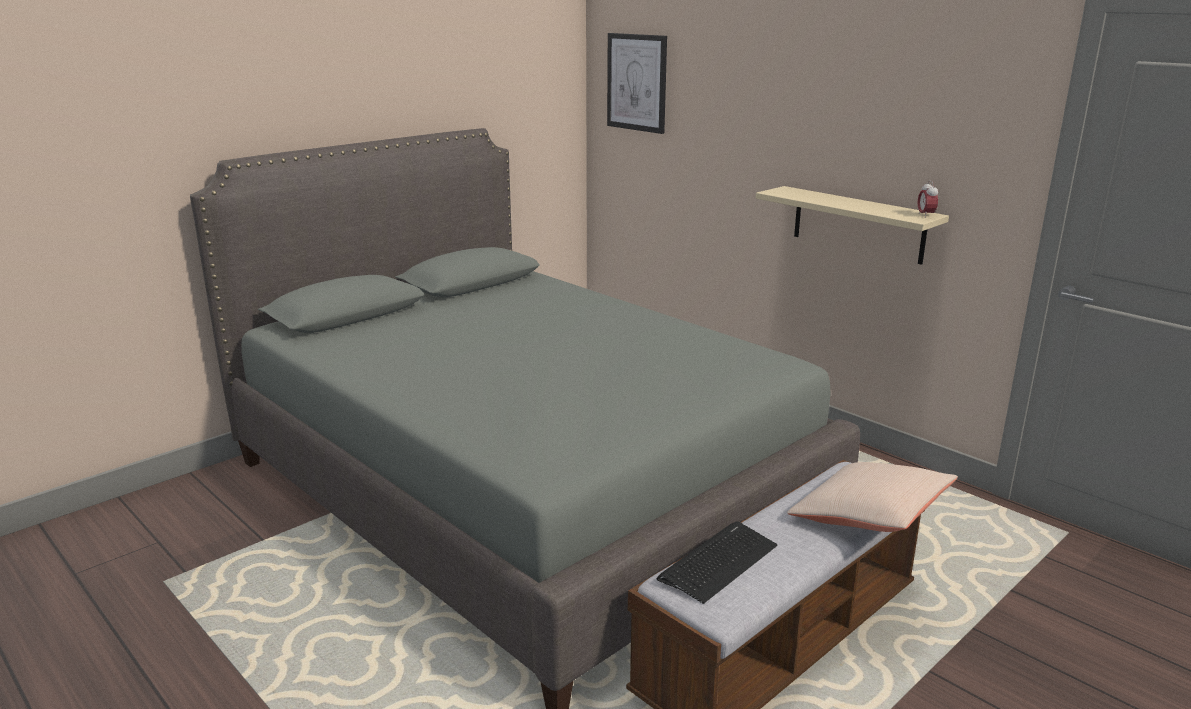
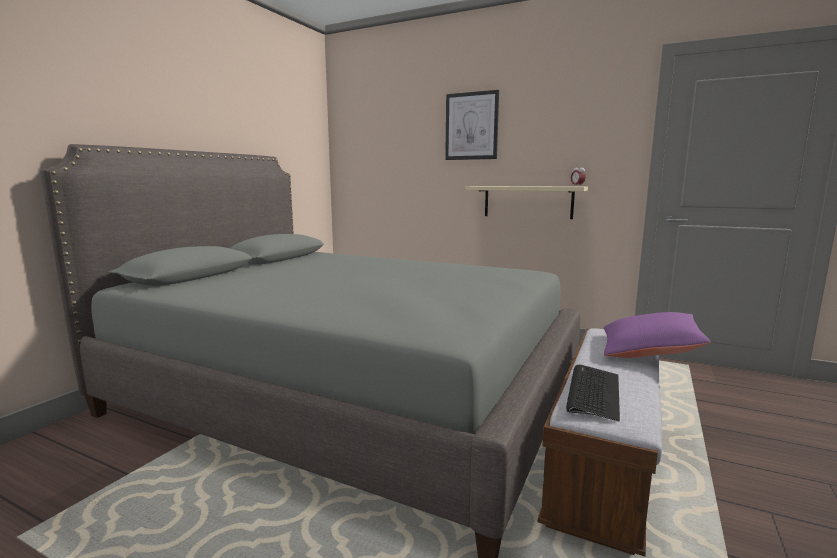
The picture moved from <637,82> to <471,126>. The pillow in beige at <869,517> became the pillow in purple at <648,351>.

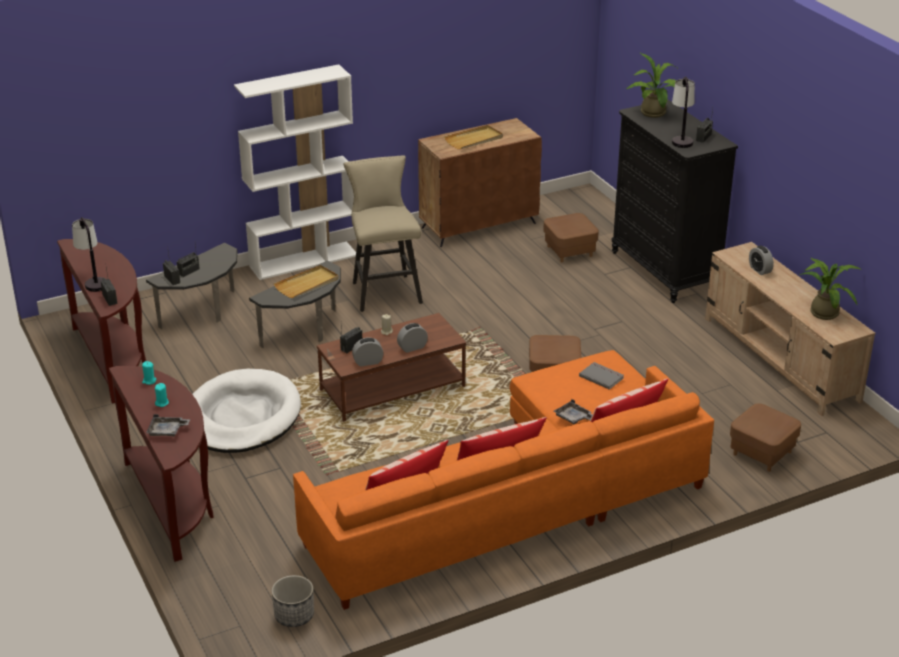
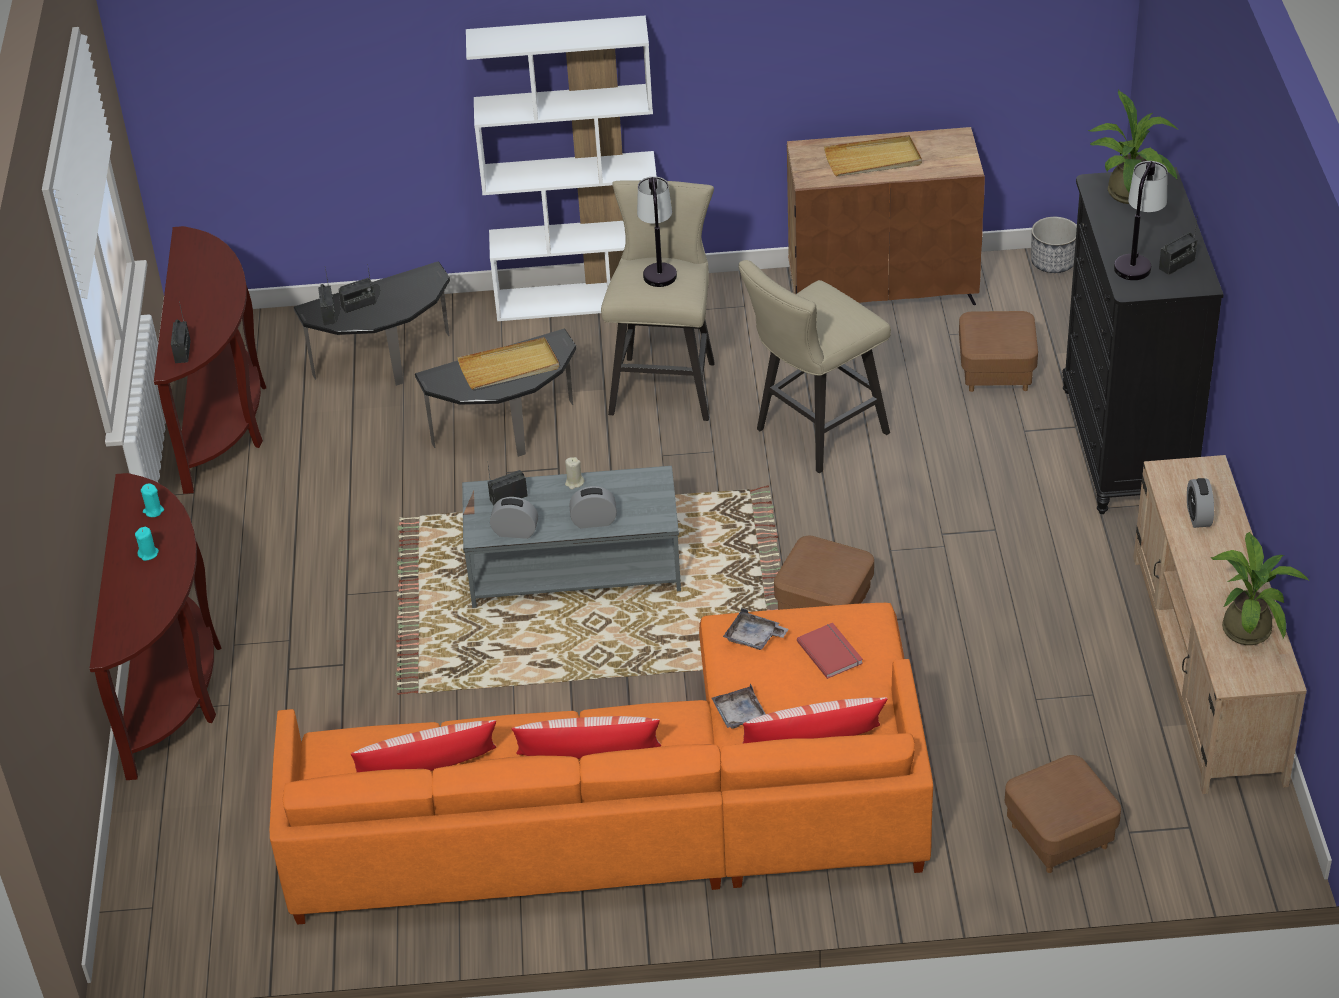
The coffee table in brown at <392,389> became the coffee table in grey at <574,568>. The table lamp moved from <93,280> to <658,266>. The tray in grey moved from <167,431> to <754,638>. The stool in beige at <814,434> appeared. The book in grey at <602,376> became the book in red at <831,651>. The planter moved from <294,615> to <1053,262>. The dog bed in white at <242,417> disappeared.

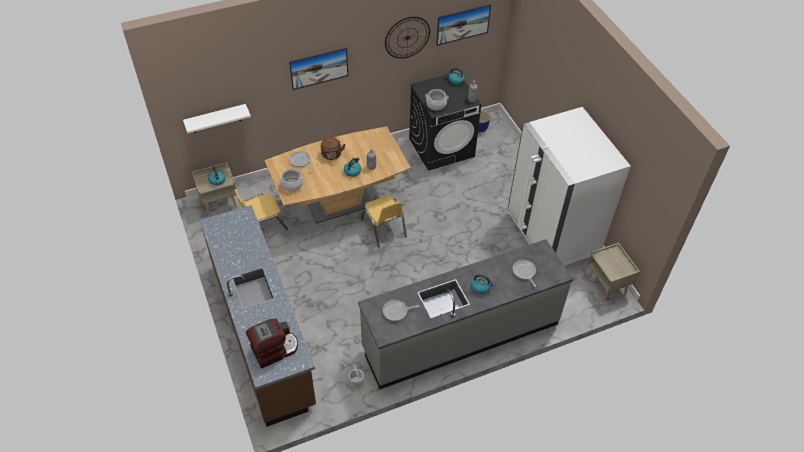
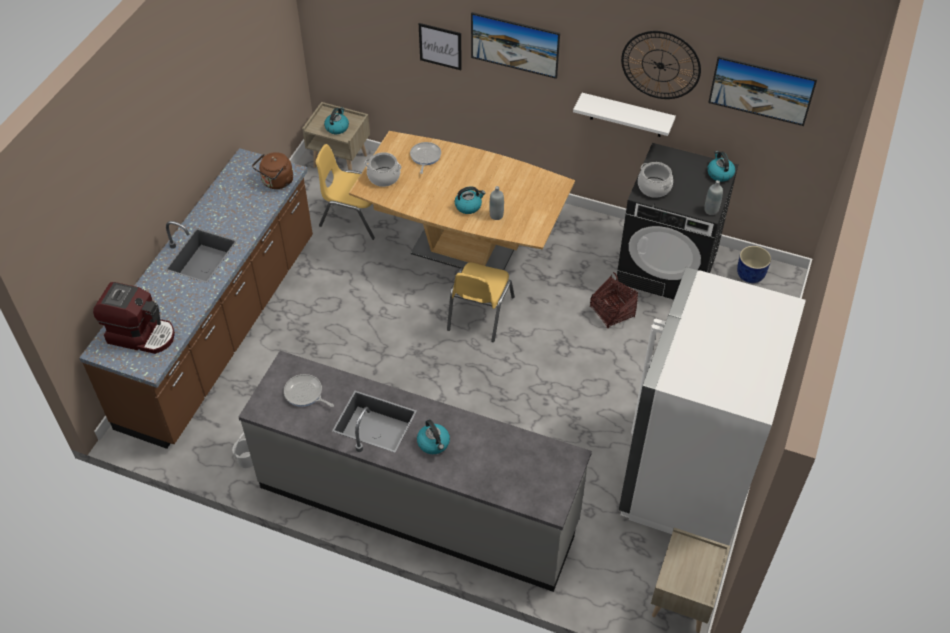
The kettle in brown moved from <331,155> to <276,182>. The picture at <440,46> appeared. The shelf in white moved from <216,119> to <626,115>. The basket at <612,312> appeared. The frying pan at <524,272> disappeared.

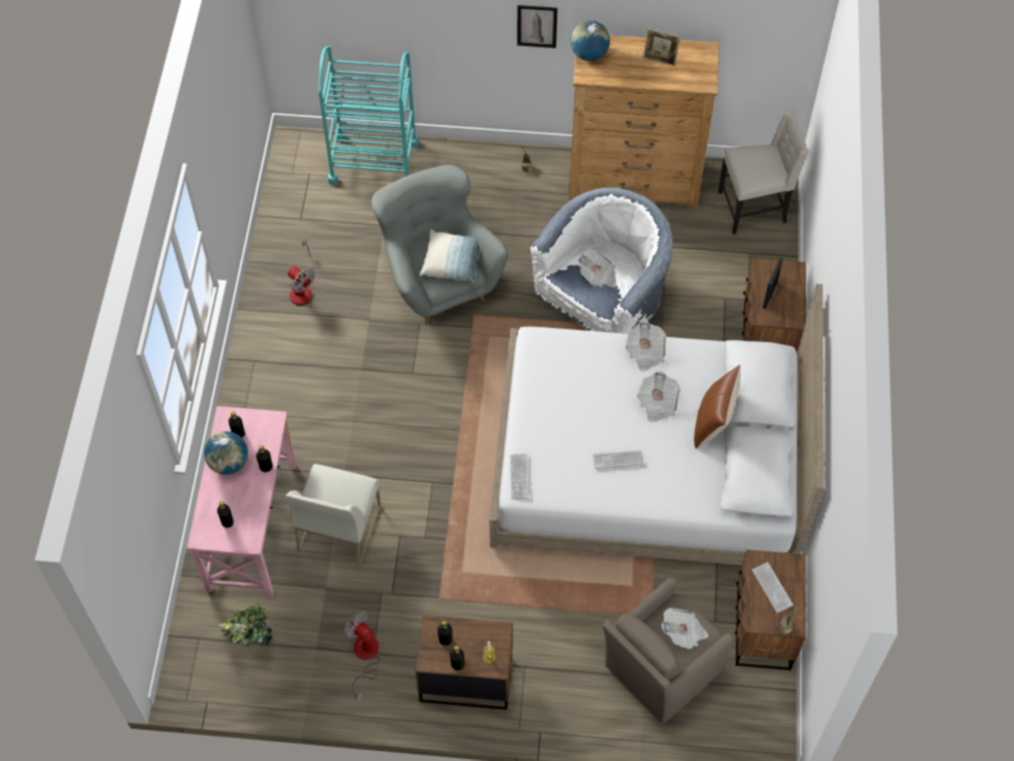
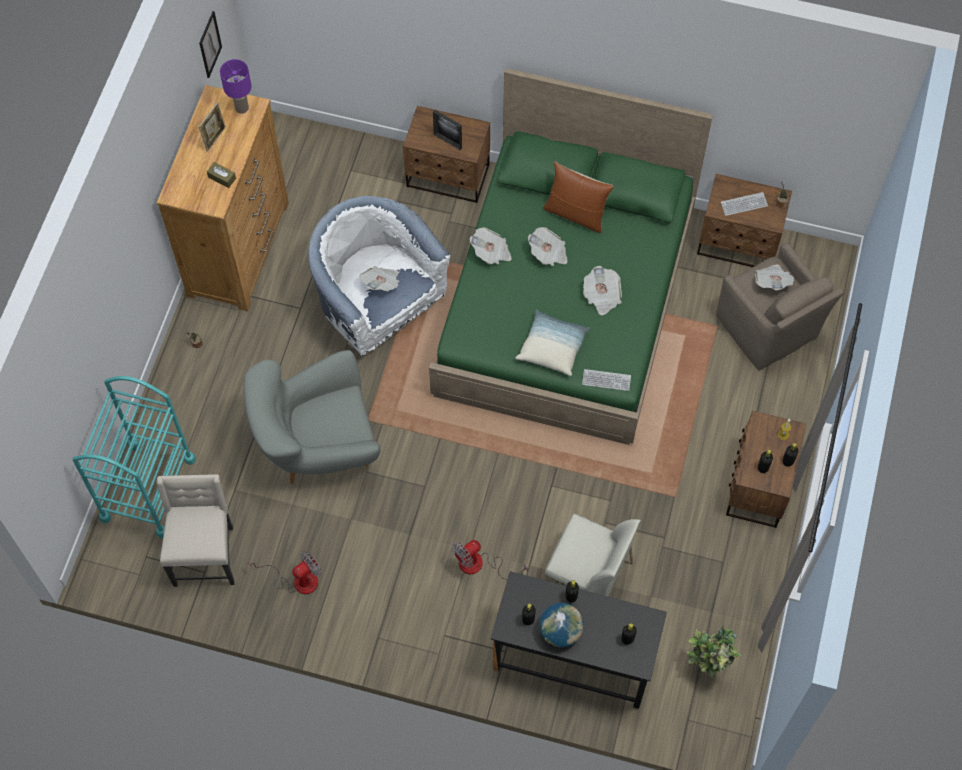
The chair in beige moved from <754,208> to <205,555>. The picture moved from <537,26> to <210,44>. The tissue box in brown at <222,178> appeared. The table lamp in purple at <242,107> appeared. The bed in white at <646,466> became the bed in green at <566,301>. The fan moved from <365,657> to <480,565>. The desk in pink at <251,526> became the desk in black at <573,658>. The pillow moved from <452,262> to <552,348>. The keyboard at <618,460> was replaced by the newspaper at <602,296>. The globe at <589,54> disappeared.

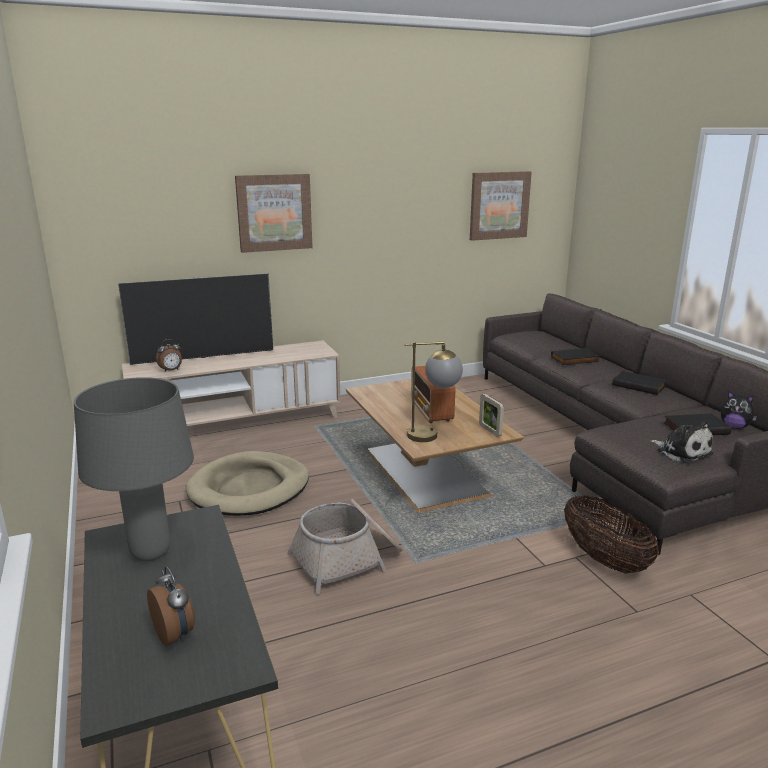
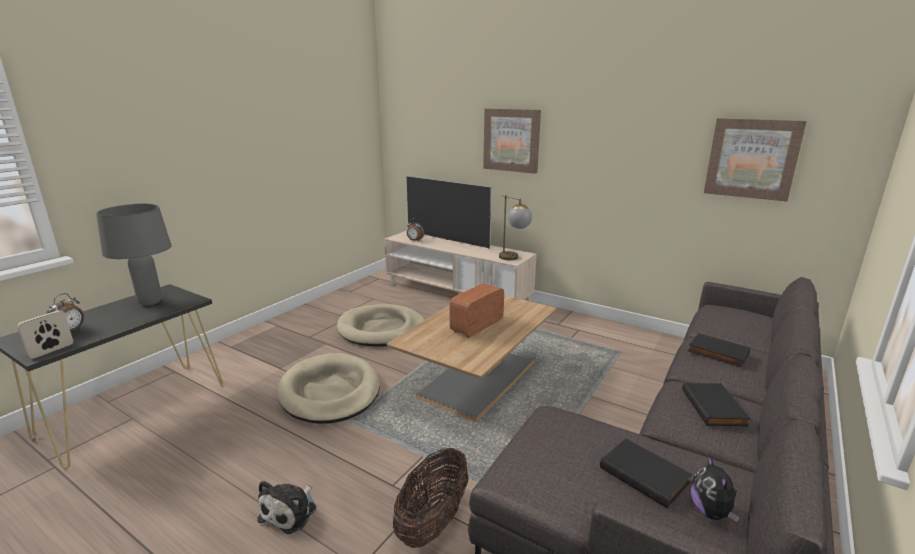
The picture frame moved from <490,430> to <51,351>. The plush toy moved from <681,452> to <290,512>. The basket at <348,559> was replaced by the dog bed in beige at <330,392>. The table lamp moved from <433,434> to <514,259>.

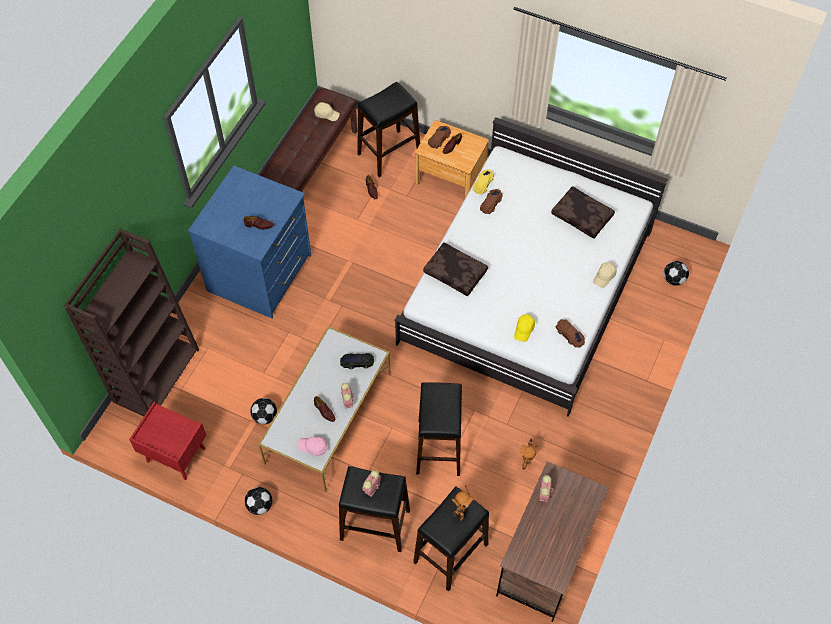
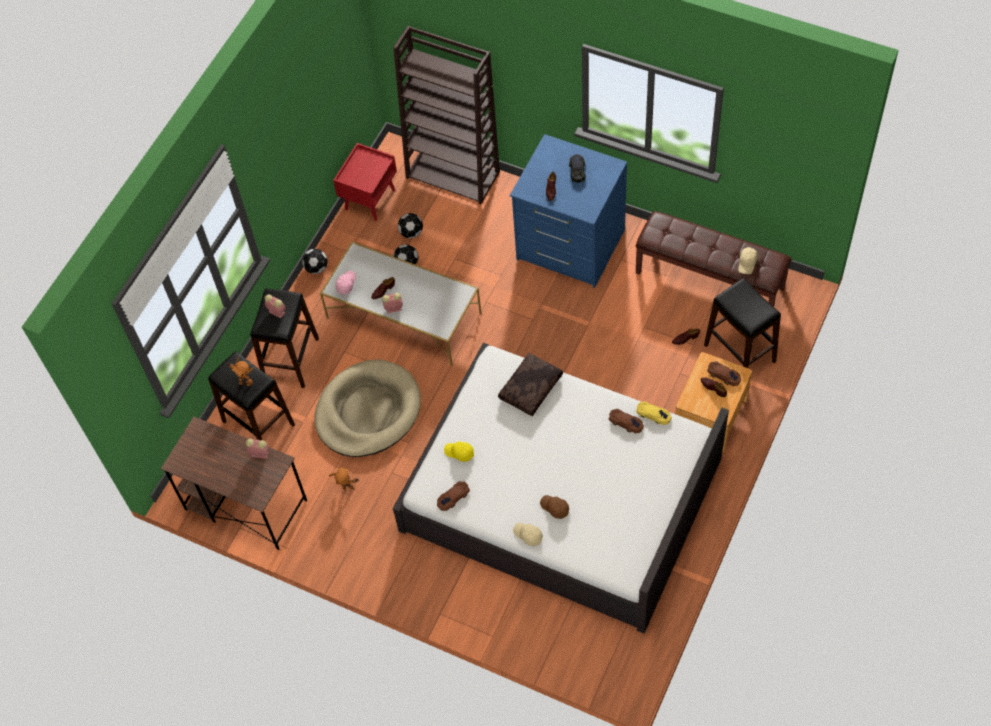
The stool in black at <439,447> was replaced by the dog bed in beige at <368,411>. The football moved from <673,279> to <411,232>. The cap in brown at <555,508> appeared. The toy car in black moved from <357,362> to <577,170>. The pillow in brown at <582,216> disappeared.

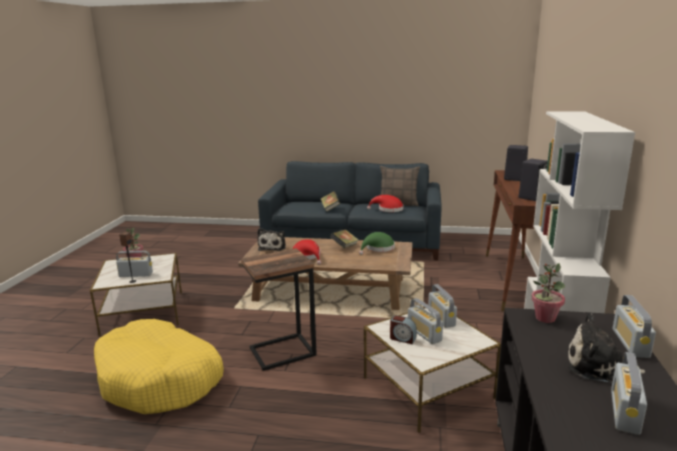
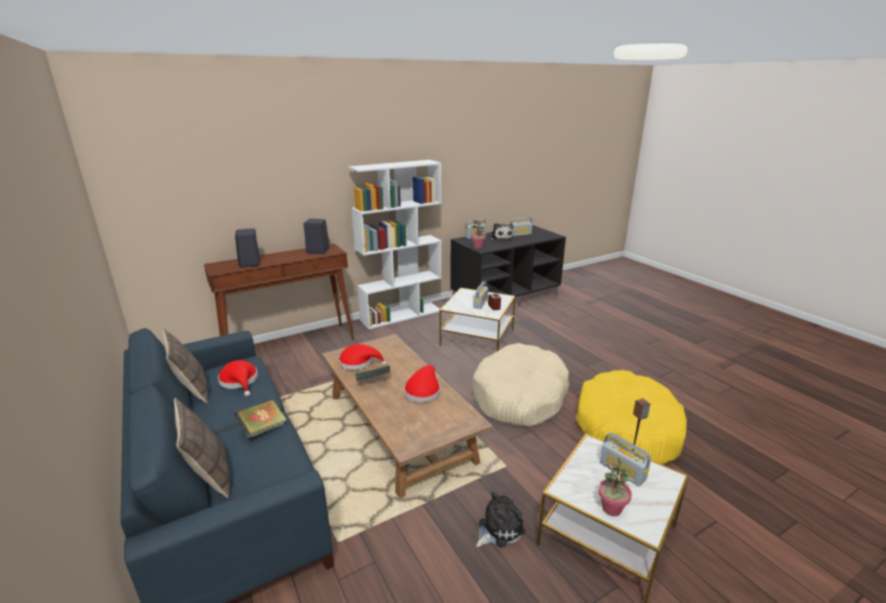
The pillow at <210,476> appeared. The hat in green at <378,248> became the hat in red at <358,362>. The side table at <283,352> was replaced by the dog bed in beige at <519,396>. The plush toy moved from <273,247> to <498,529>. The radio at <441,318> disappeared.

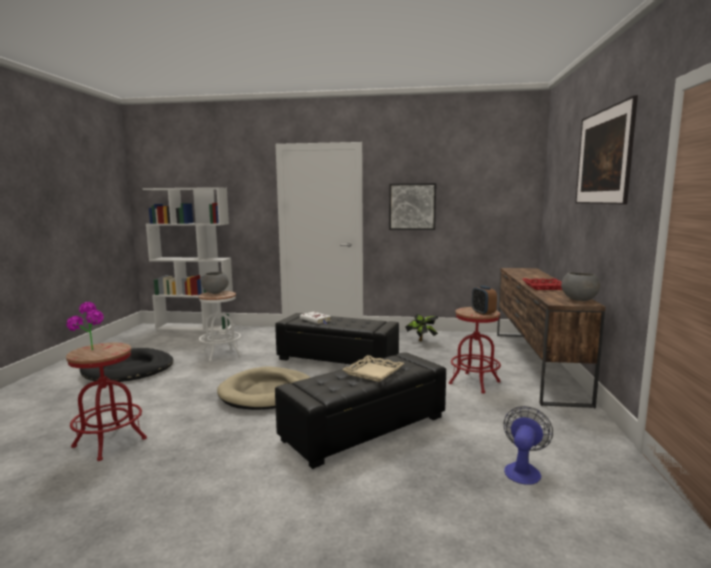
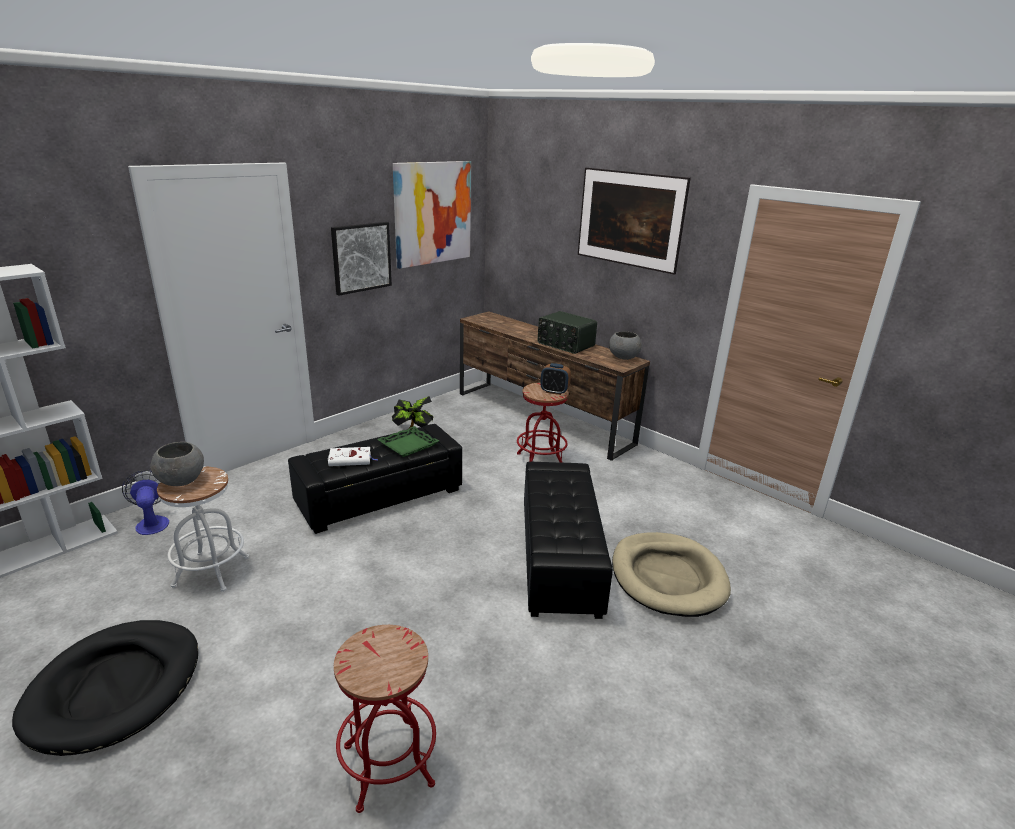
The fan moved from <523,470> to <152,522>. The tray in green at <408,445> appeared. The picture at <433,213> appeared. The tray in red at <545,287> was replaced by the radio at <565,345>. The dog bed in beige moved from <266,392> to <668,577>. The potted plant at <90,351> disappeared. The tray in beige at <374,372> disappeared.

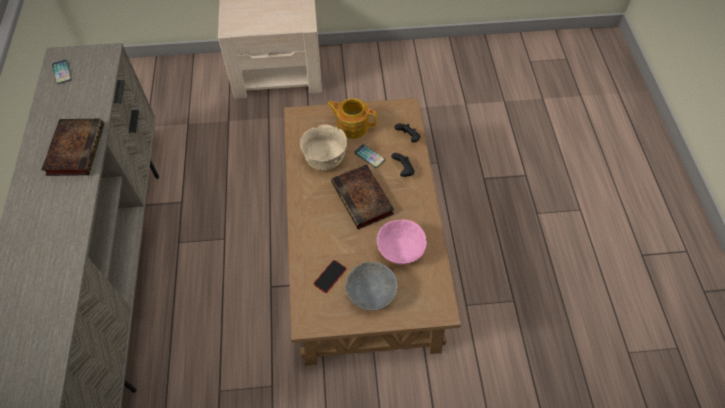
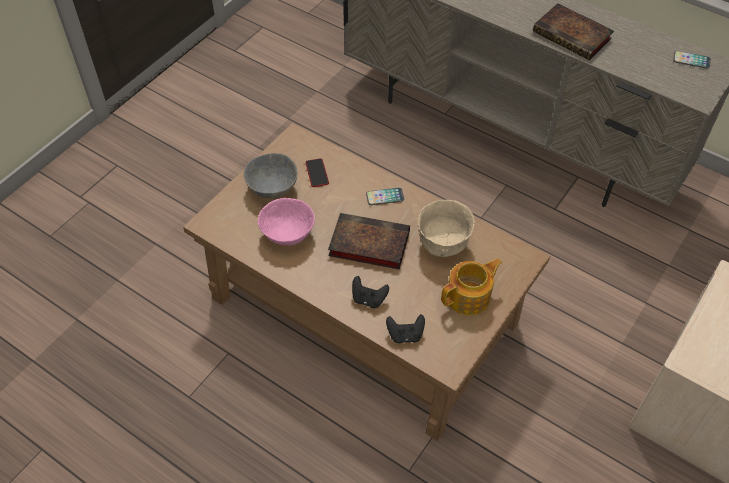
The phone moved from <369,156> to <385,197>.

